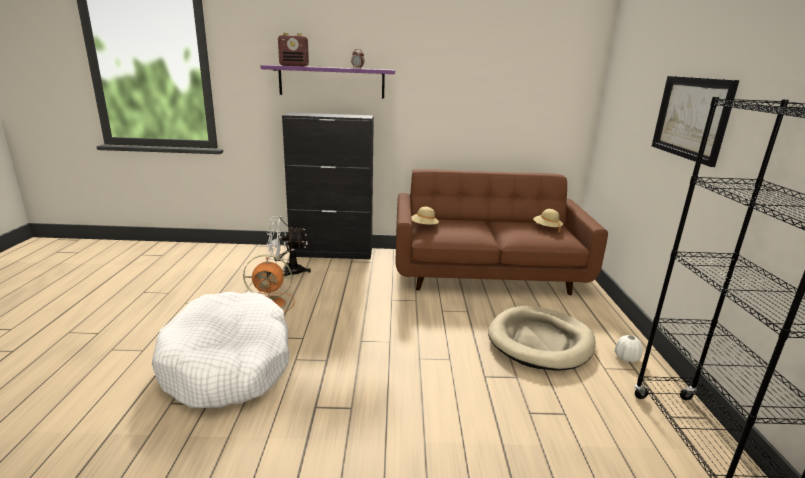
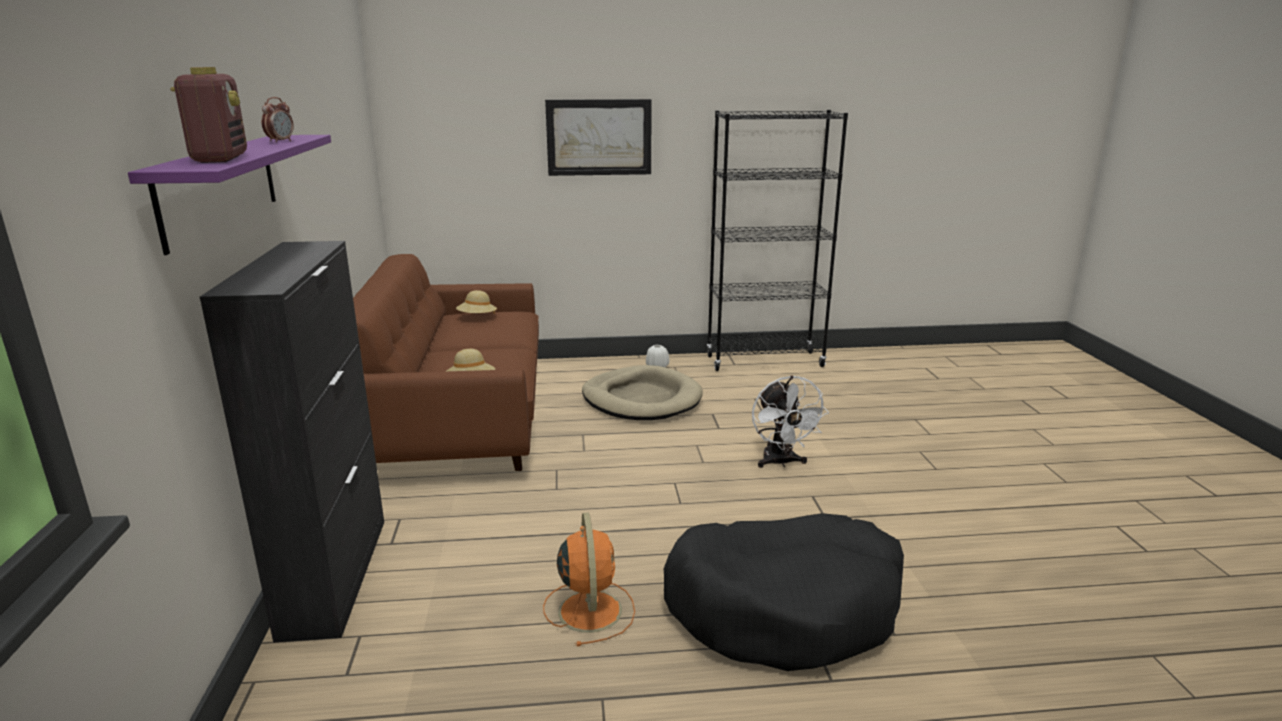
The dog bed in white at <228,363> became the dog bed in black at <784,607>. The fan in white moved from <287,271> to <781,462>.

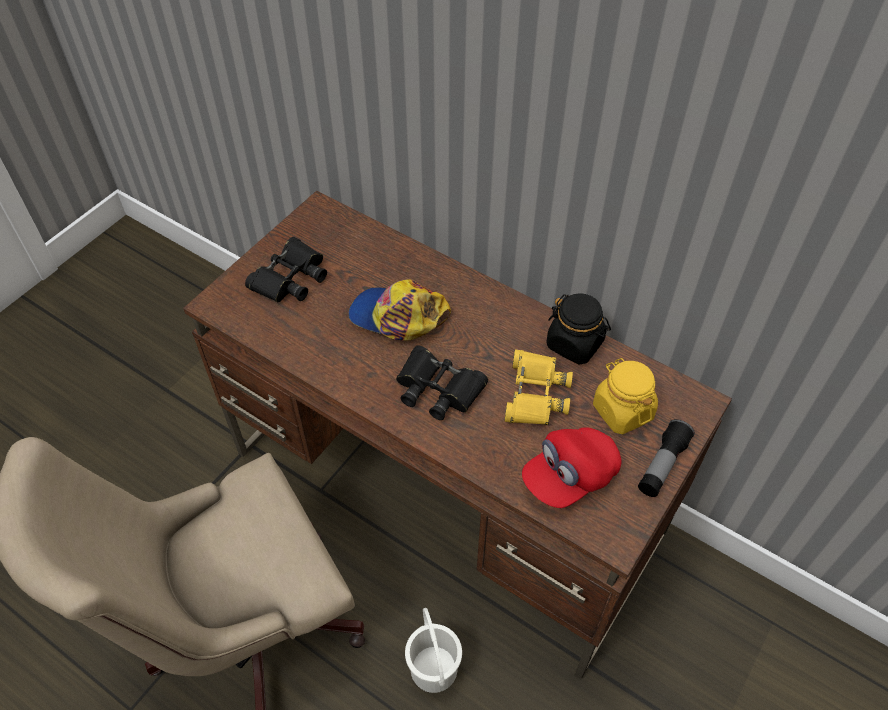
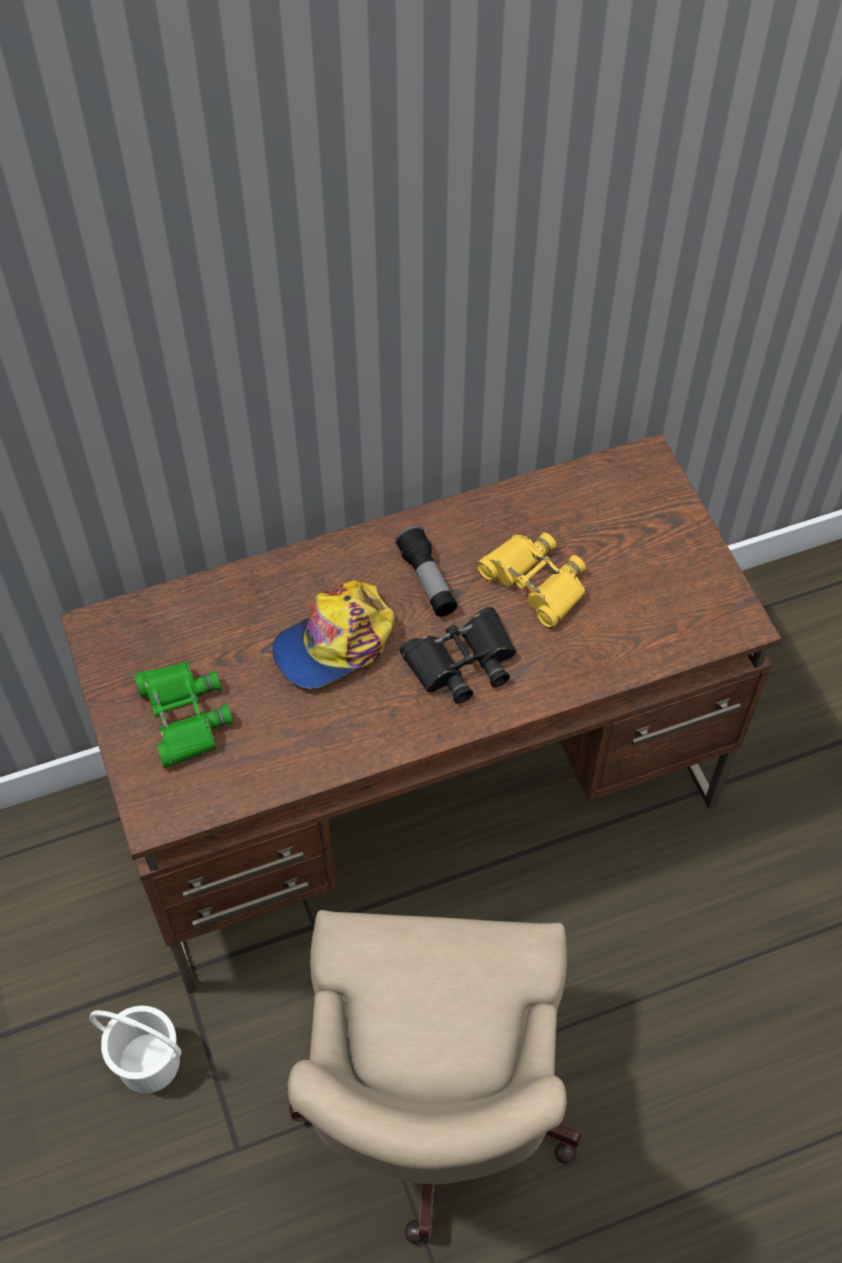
The bucket in white moved from <434,668> to <148,1061>. The binoculars in black at <290,278> became the binoculars in green at <183,716>. The flashlight moved from <662,465> to <427,581>. The cap in red at <569,476> disappeared. The jar in black at <575,344> disappeared. The jar in yellow at <622,411> disappeared.

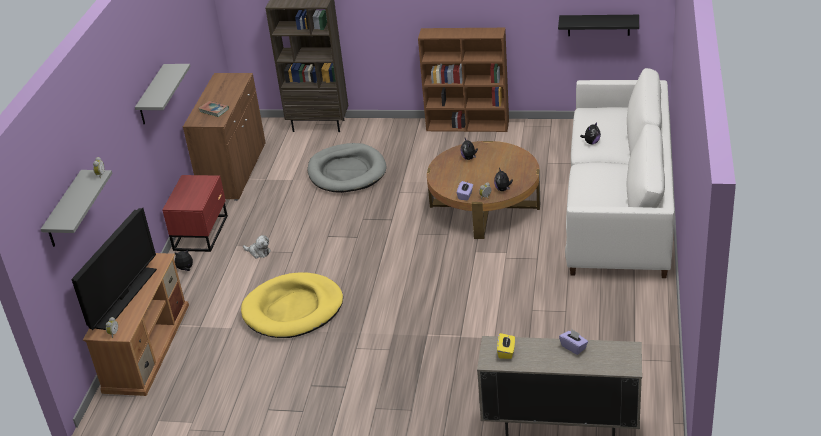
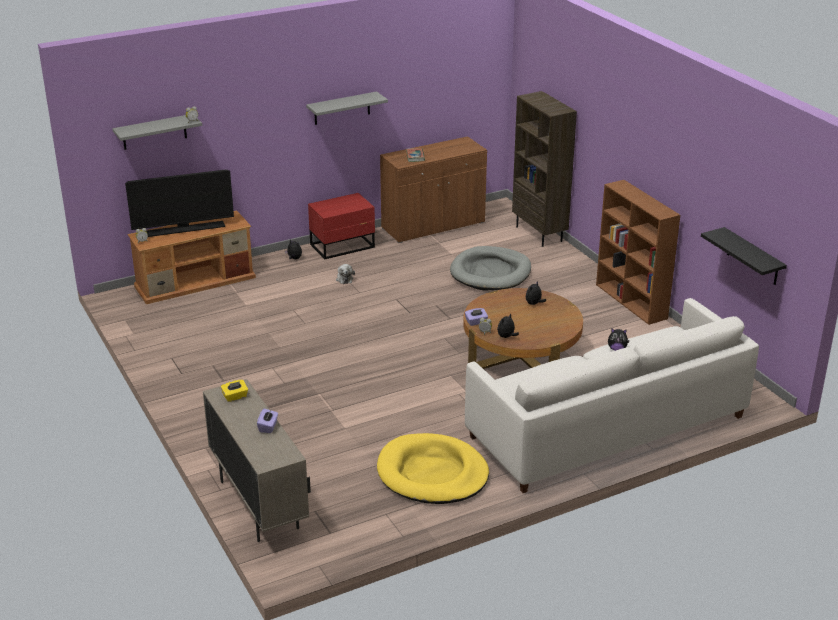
The dog bed in yellow moved from <293,309> to <432,474>.

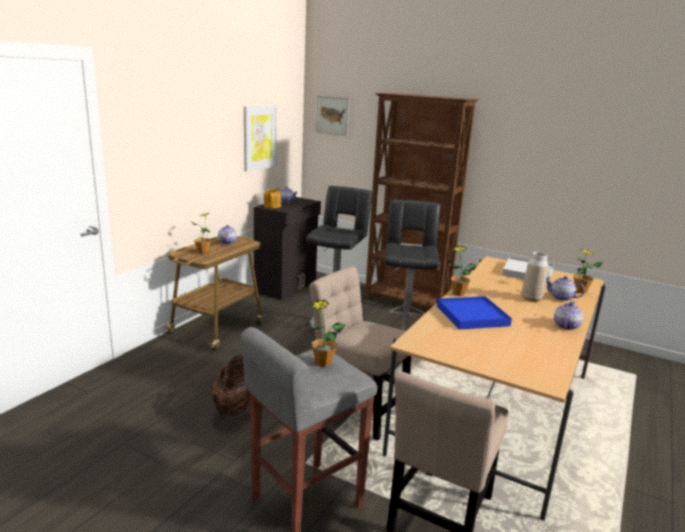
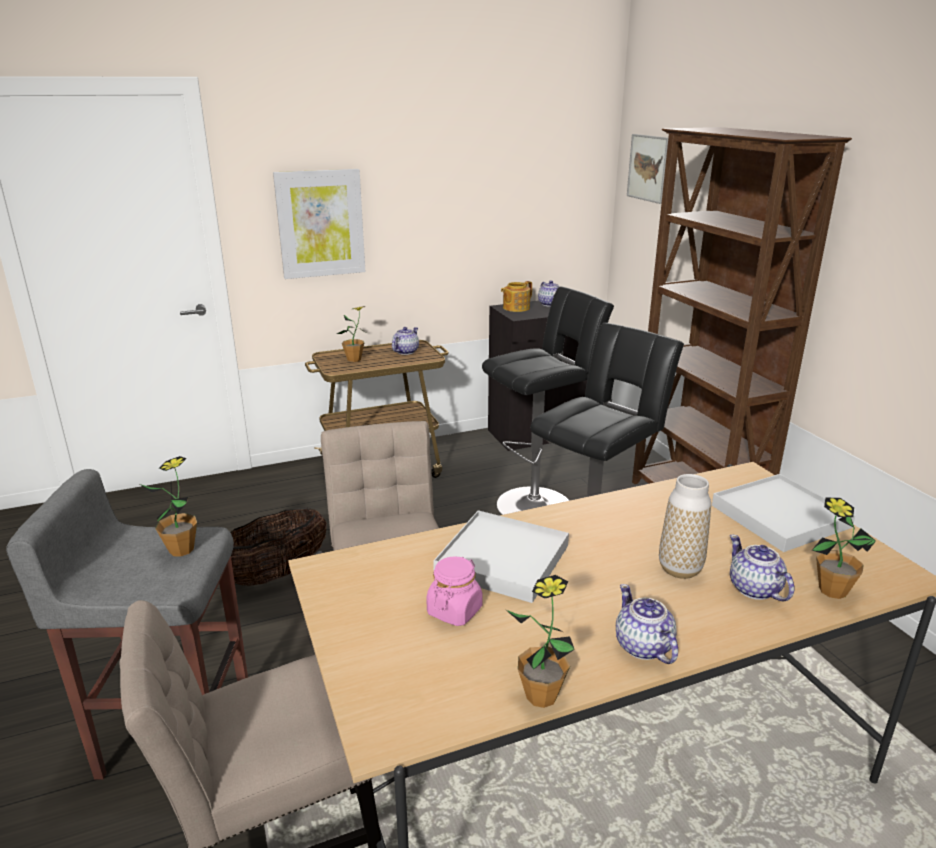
The picture moved from <259,137> to <320,223>. The jar in pink at <454,610> appeared. The tray in blue at <472,316> became the tray in white at <503,560>. The potted plant moved from <458,293> to <541,696>. The teapot at <565,326> turned 90 degrees counterclockwise.

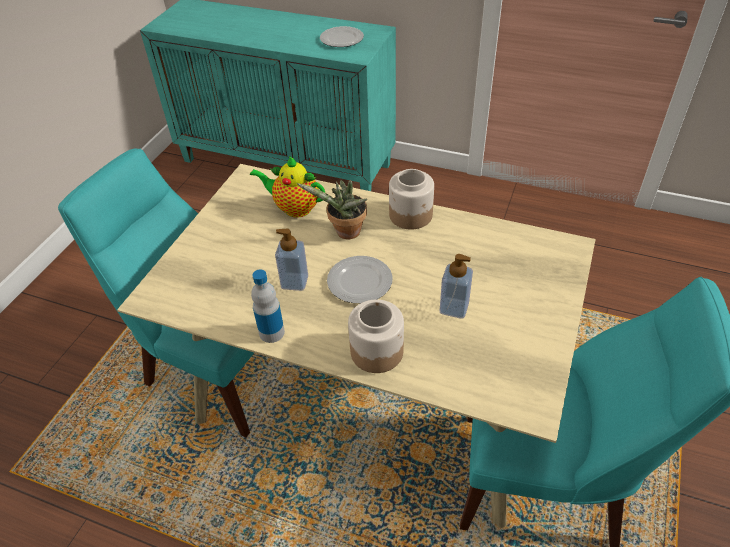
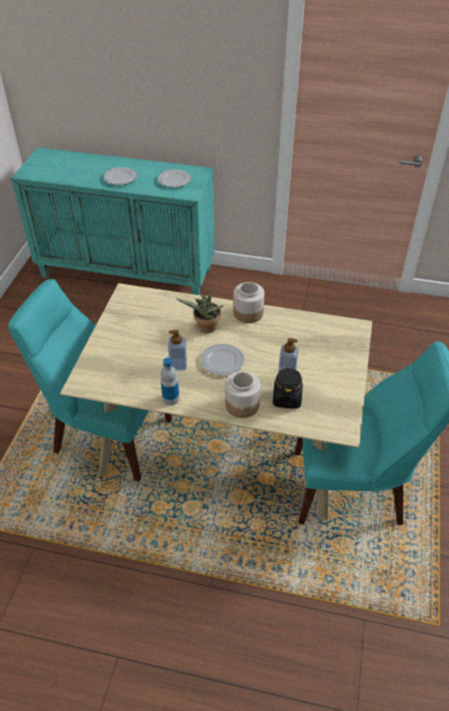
The plate at <120,178> appeared. The jar in black at <286,398> appeared. The teapot at <294,208> disappeared.

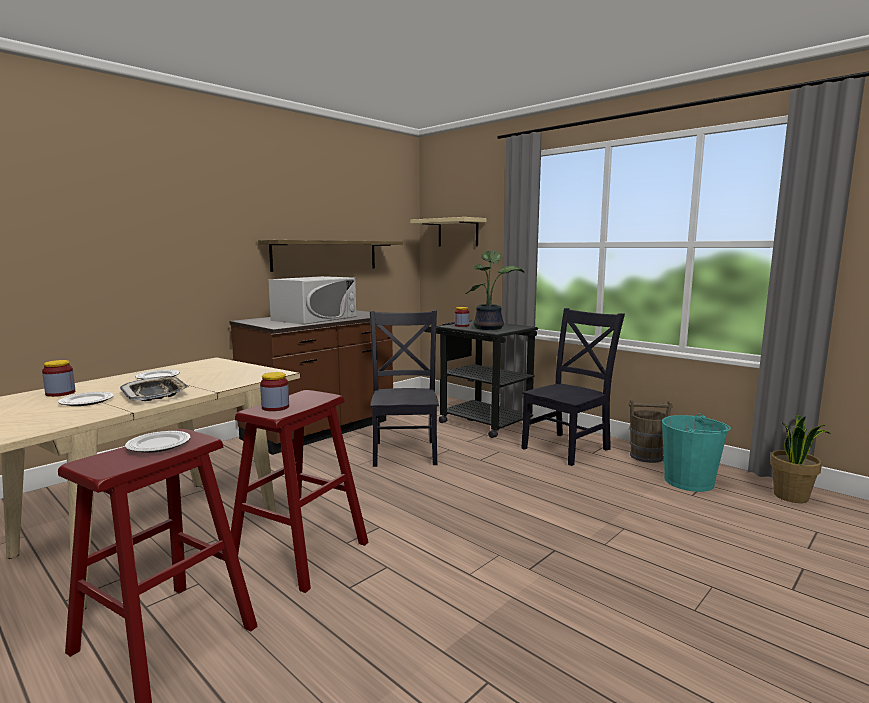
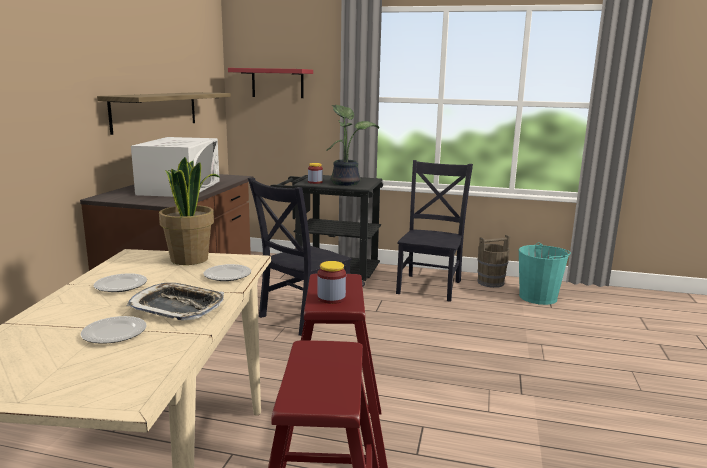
The potted plant moved from <791,496> to <190,259>. The plate moved from <158,445> to <227,275>. The shelf in beige at <458,232> became the shelf in red at <277,83>. The chair in black at <405,451> turned 105 degrees counterclockwise. The jar at <60,393> disappeared.

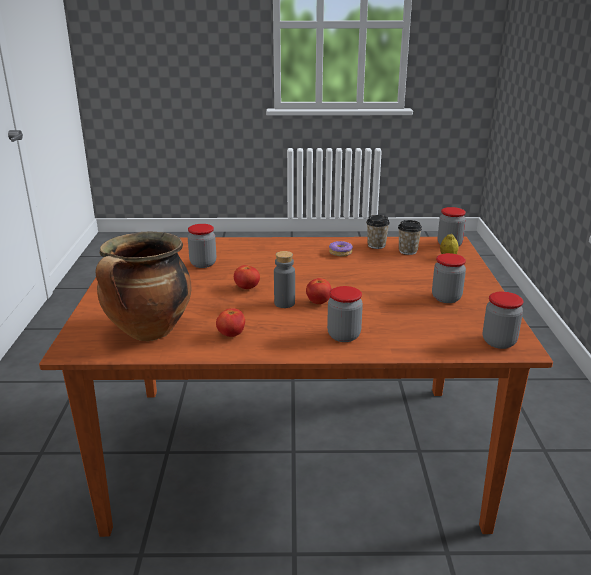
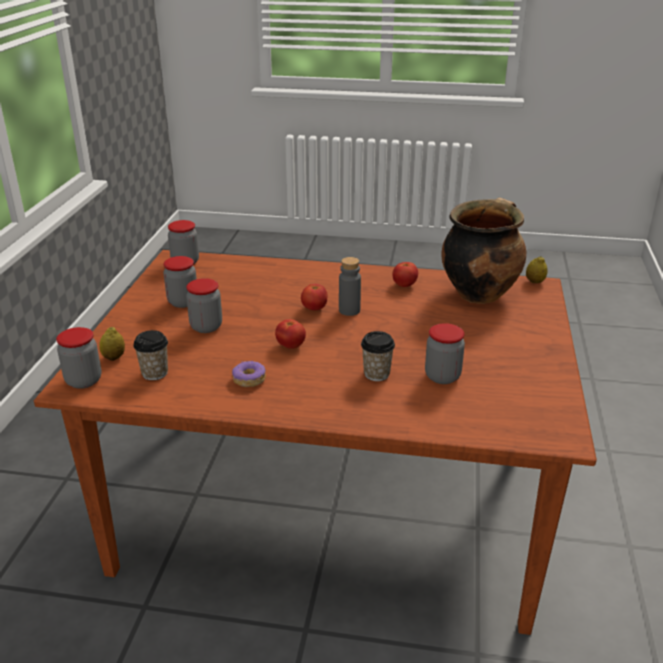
The jar moved from <344,336> to <206,327>. The tomato moved from <247,288> to <290,346>. The cup moved from <376,245> to <376,374>. The lemon at <535,282> appeared.

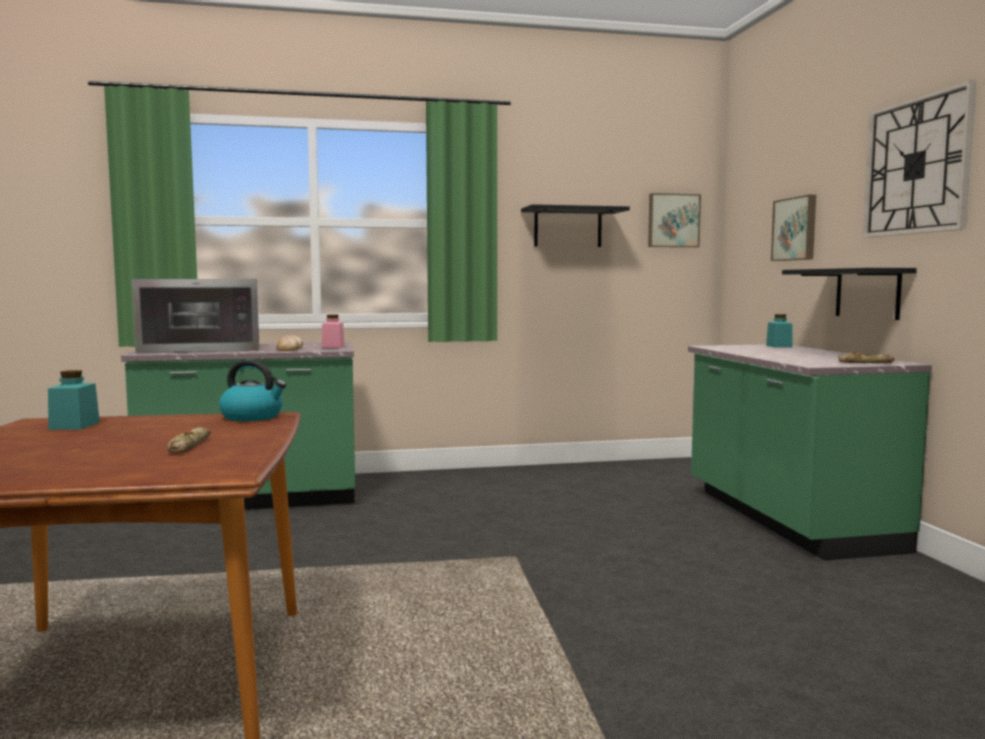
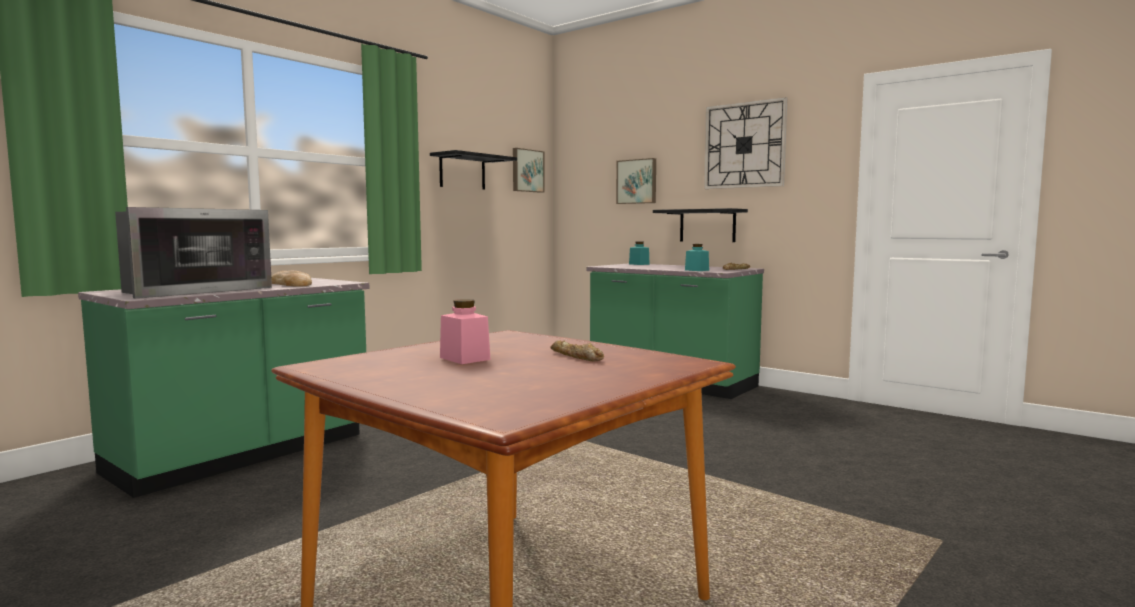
The jar in pink moved from <333,347> to <465,358>. The jar in turquoise moved from <74,425> to <696,270>. The kettle at <253,417> disappeared.

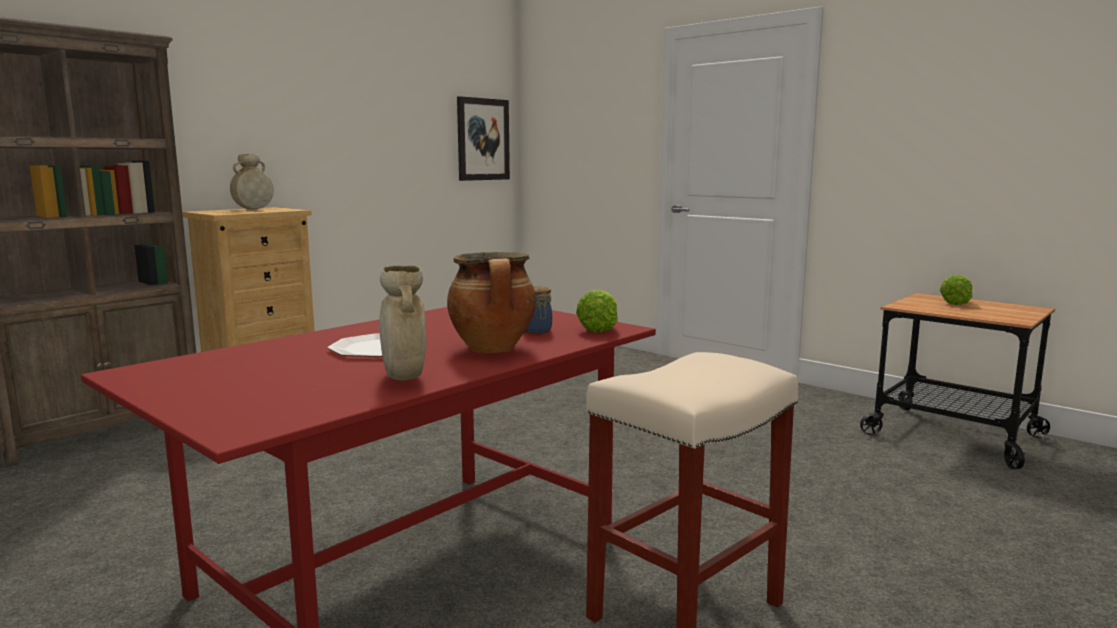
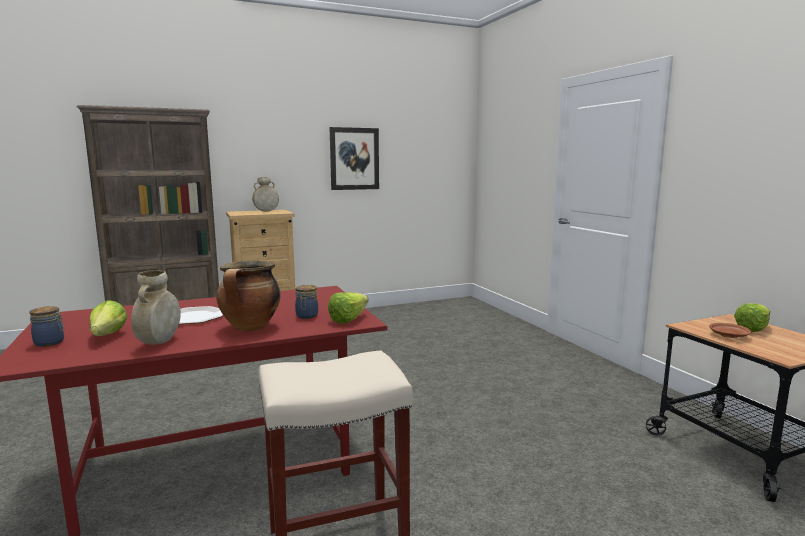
The jar at <50,343> appeared. The lettuce at <104,338> appeared. The picture moved from <483,139> to <354,159>. The plate in brown at <728,335> appeared.

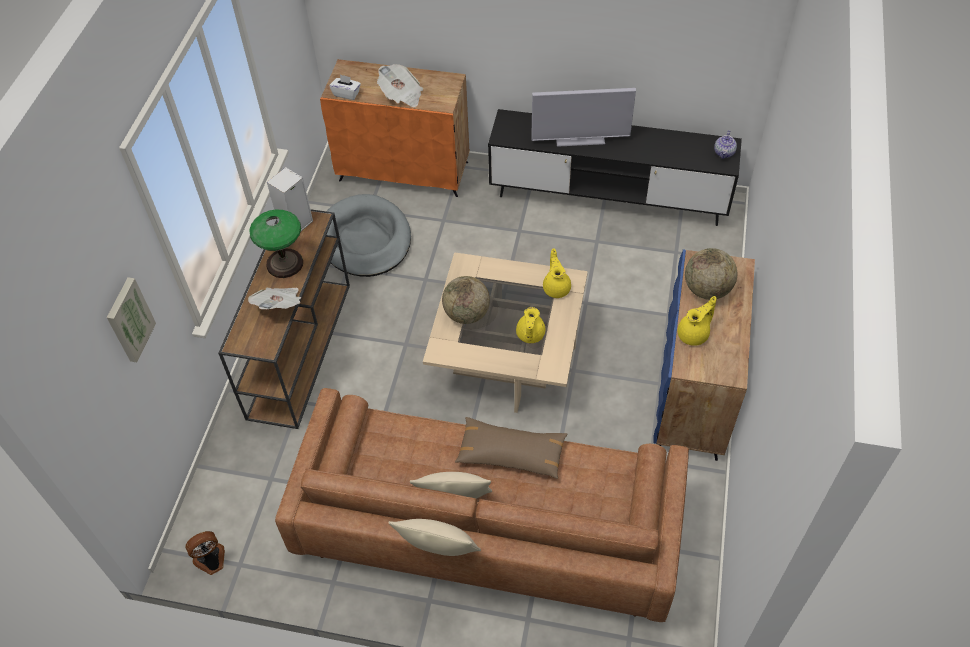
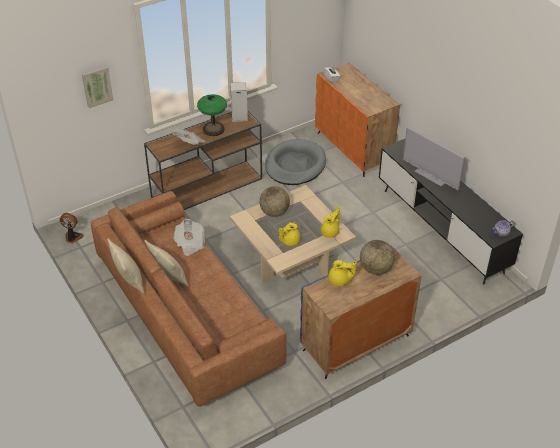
The newspaper moved from <401,95> to <190,244>. The pillow in brown at <511,453> disappeared.

